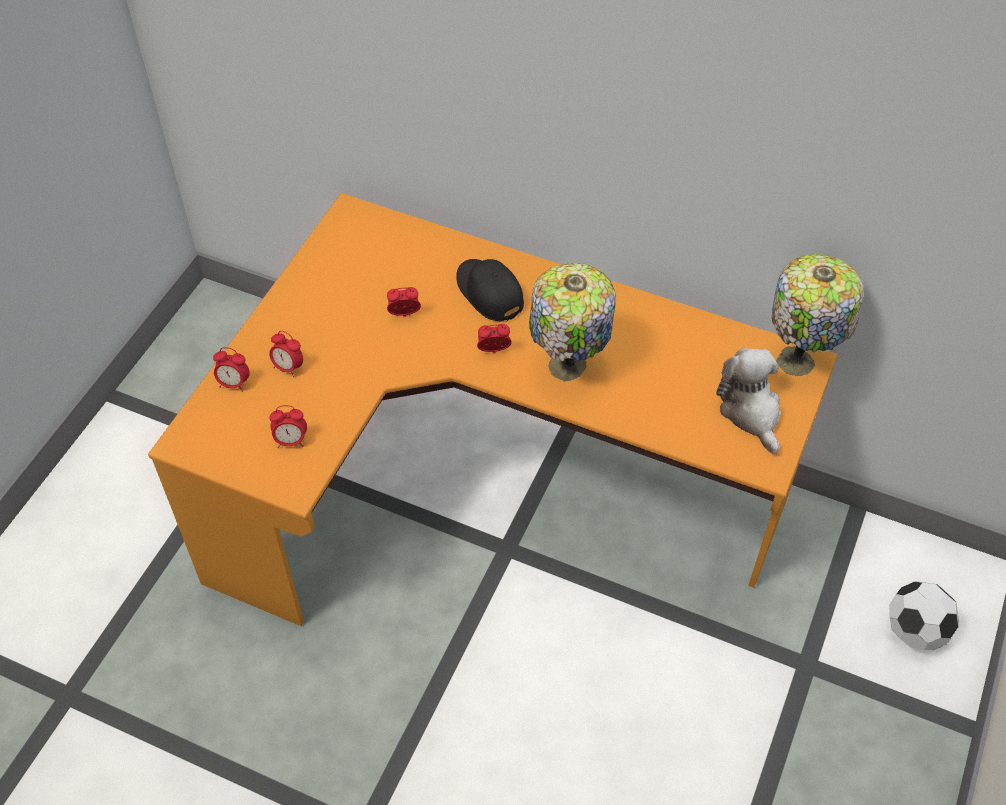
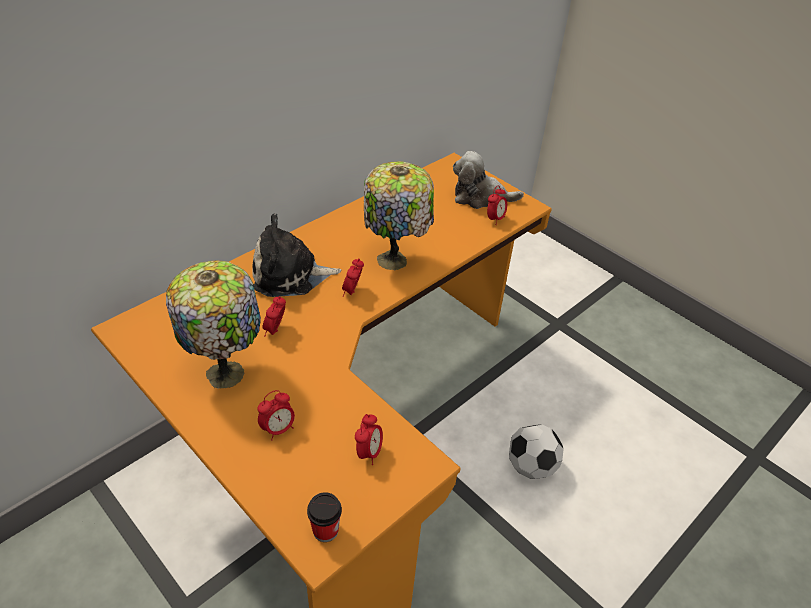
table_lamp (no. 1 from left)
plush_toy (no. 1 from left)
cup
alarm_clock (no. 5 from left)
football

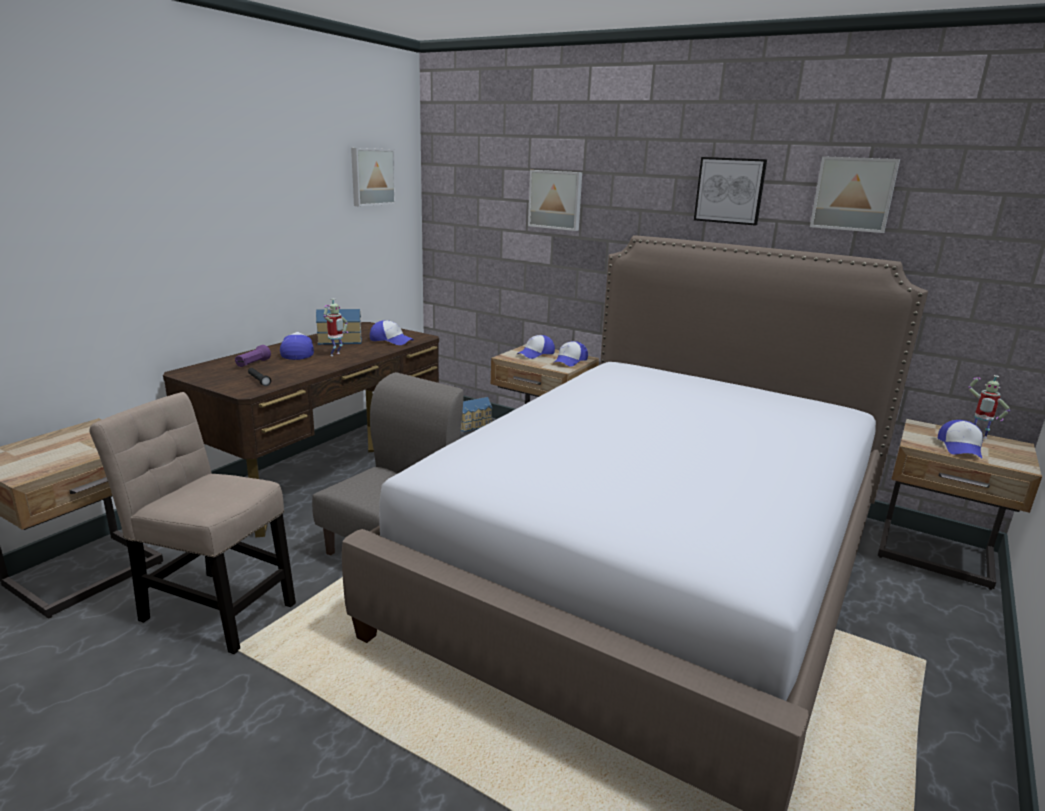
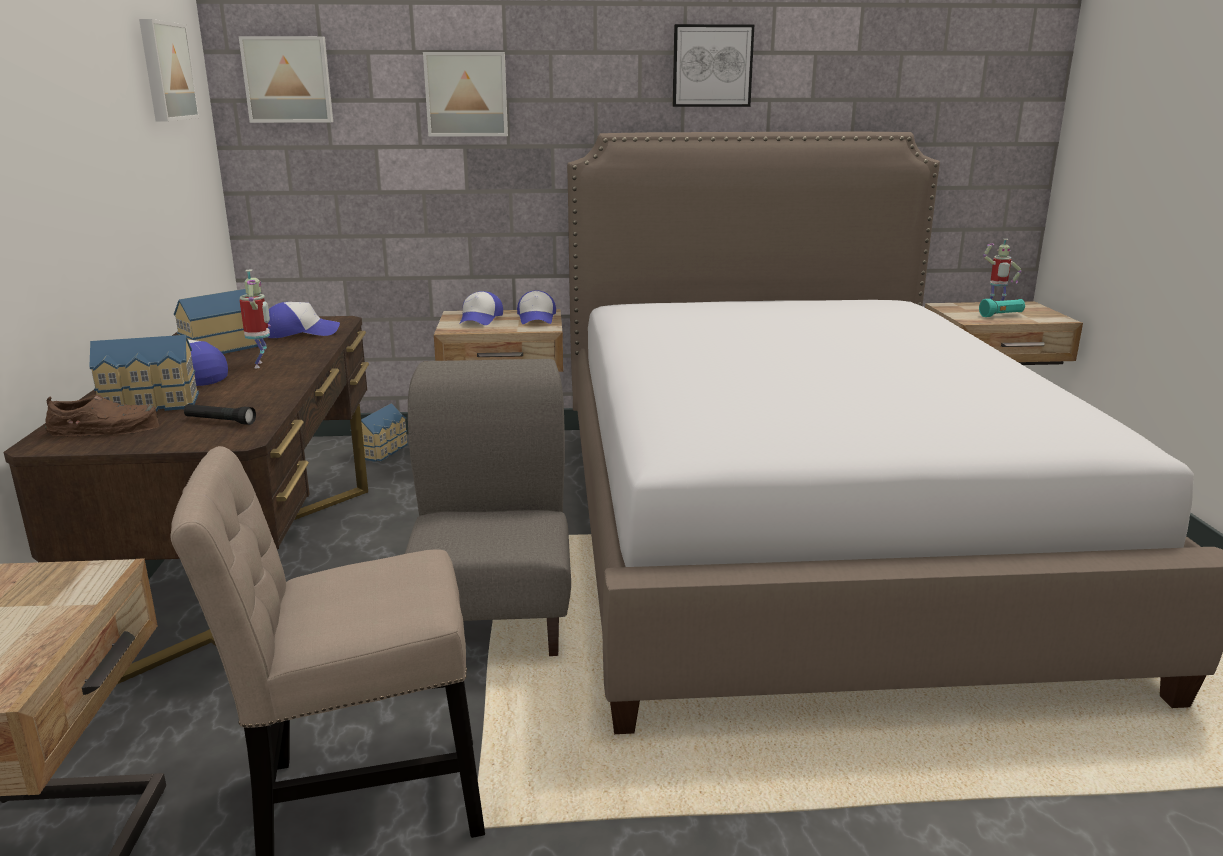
brown_shoe
toy_house (no. 1 from left)
picture (no. 2 from left)
turquoise_flashlight

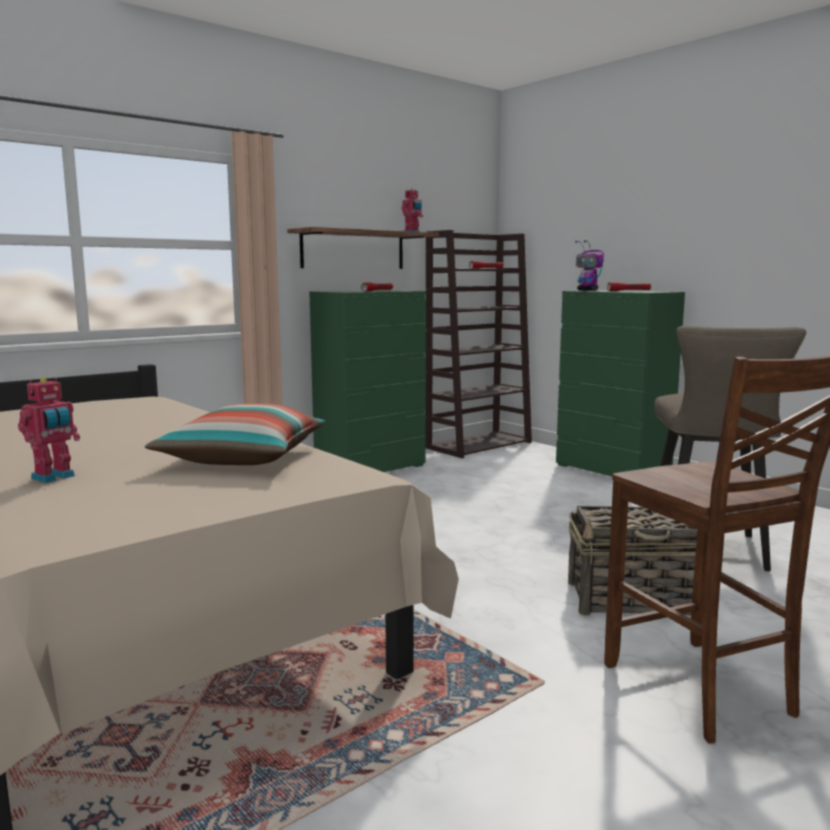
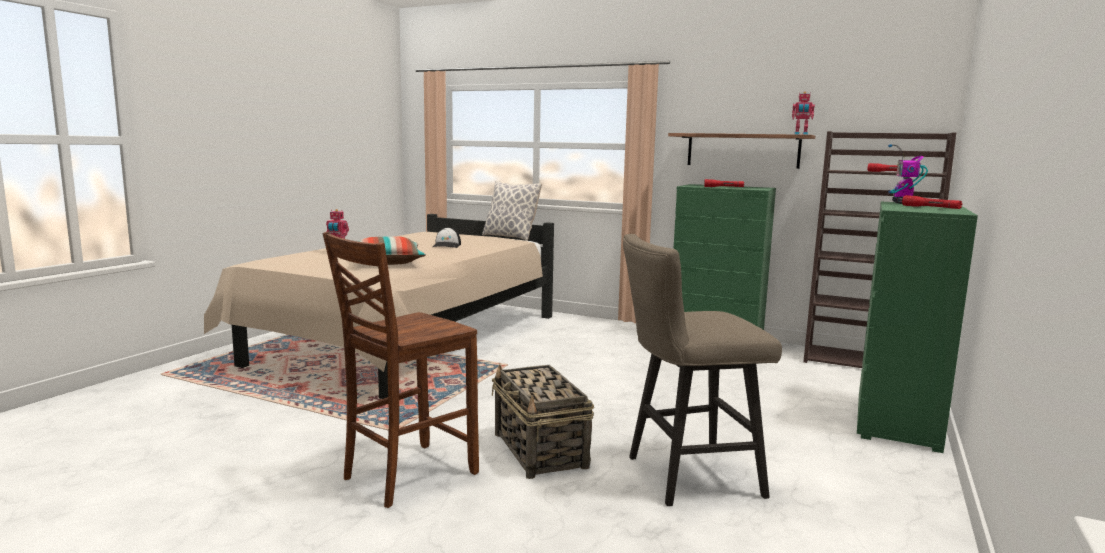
cap
pillow (no. 2 from left)

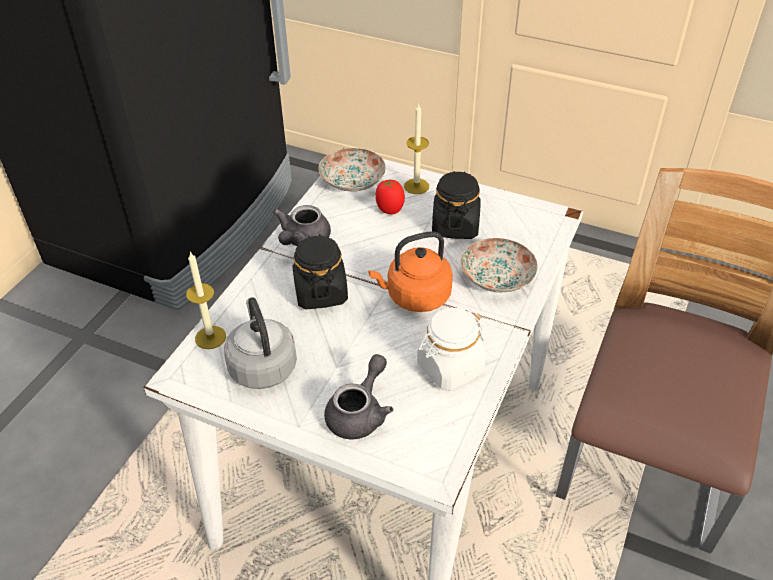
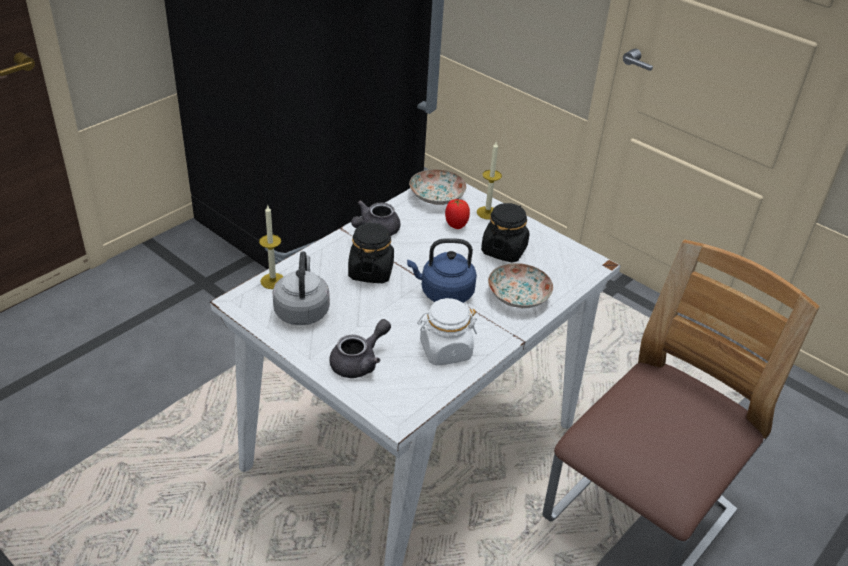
blue_kettle

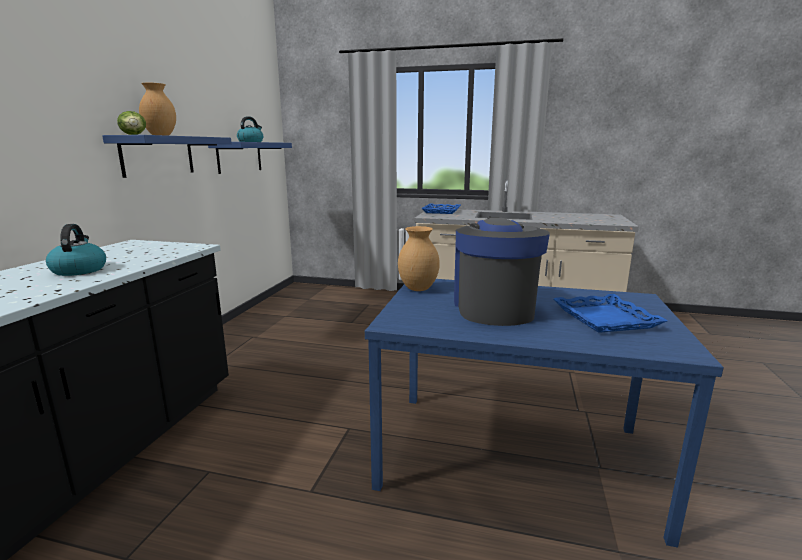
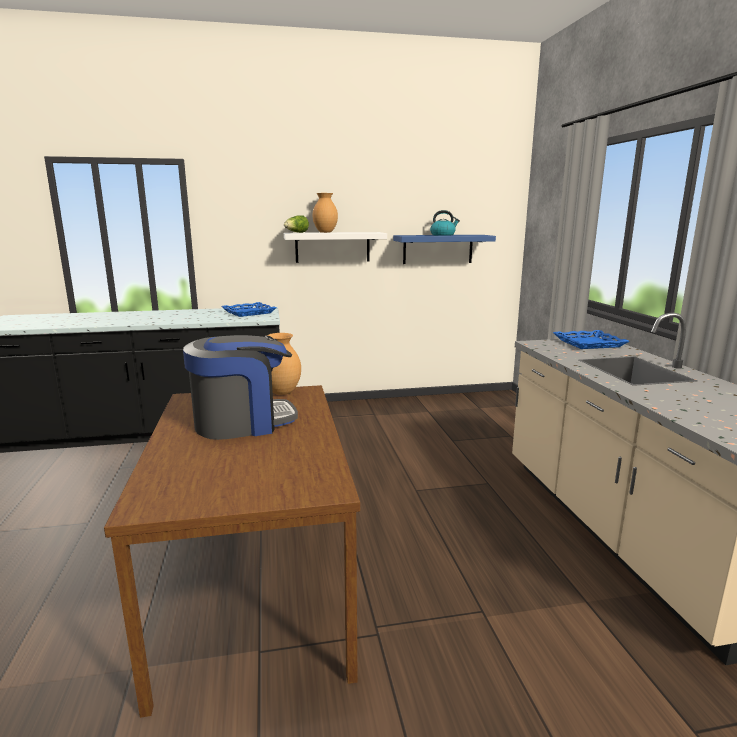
brown_dining_table
blue_tray (no. 1 from left)
white_shelf
kettle (no. 1 from left in the first image)

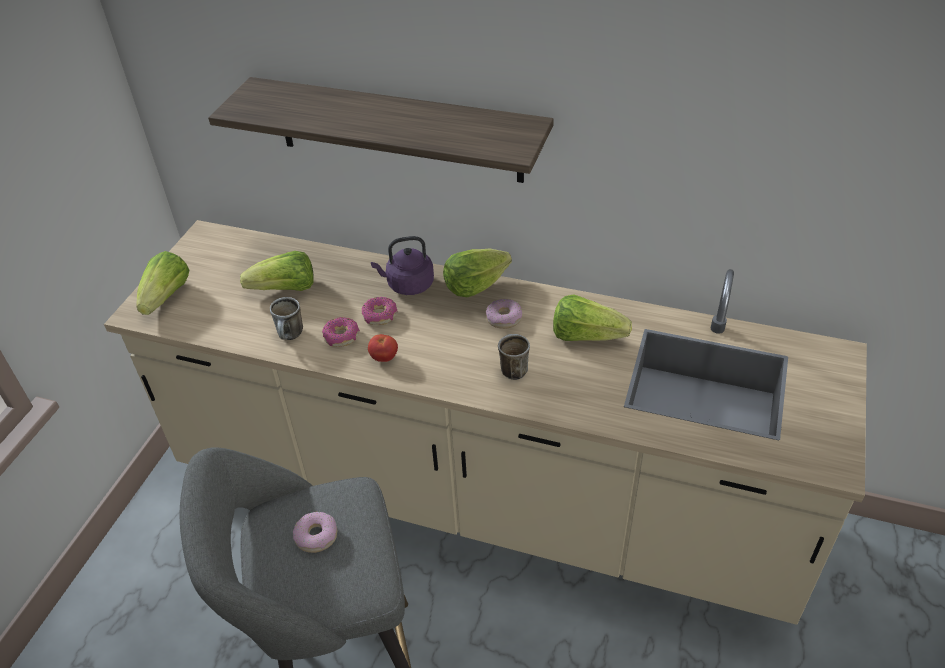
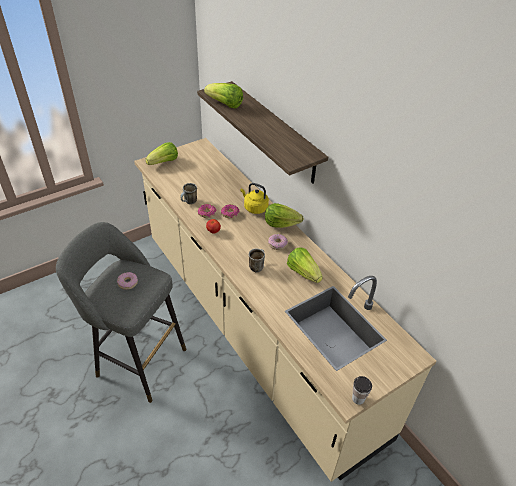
lettuce (no. 2 from left)
yellow_kettle
cup

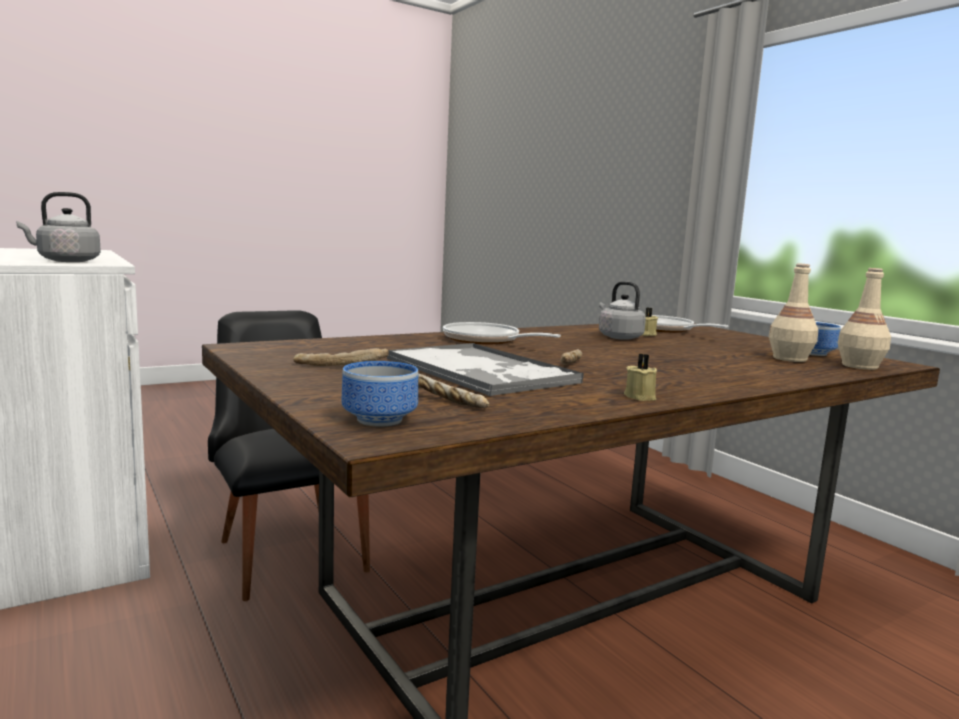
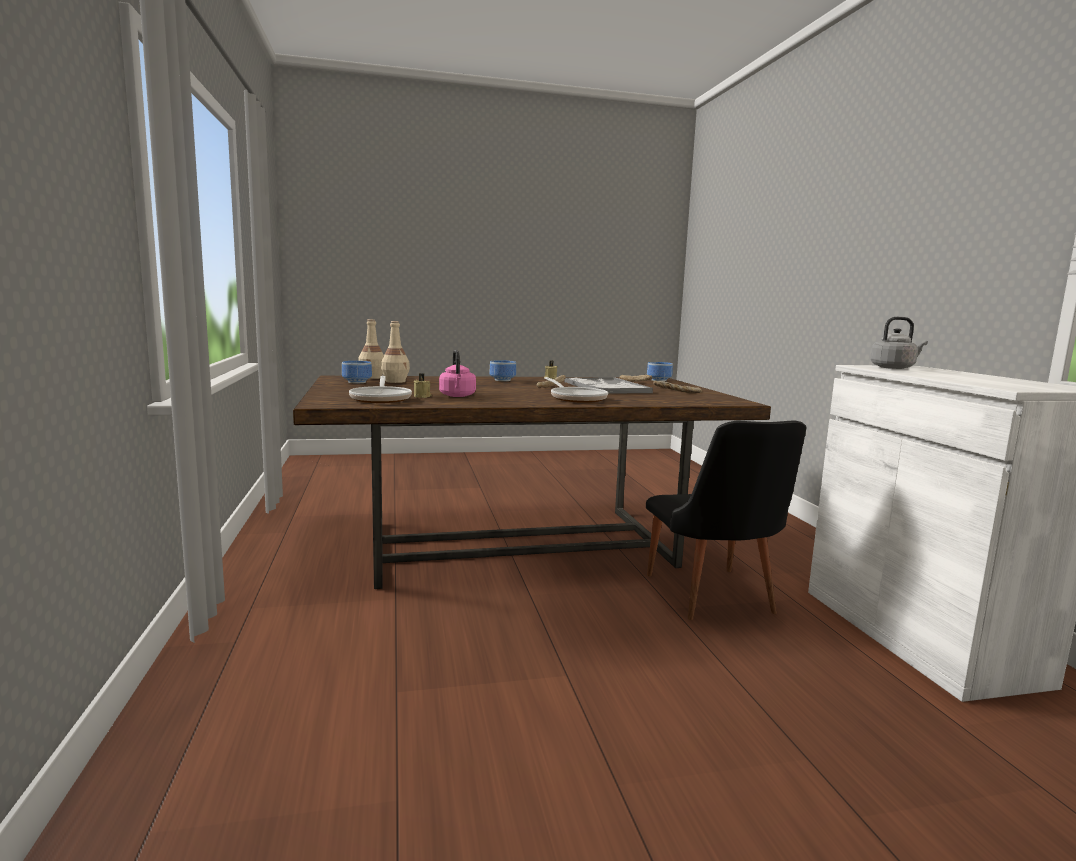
pink_kettle
bowl (no. 2 from left)

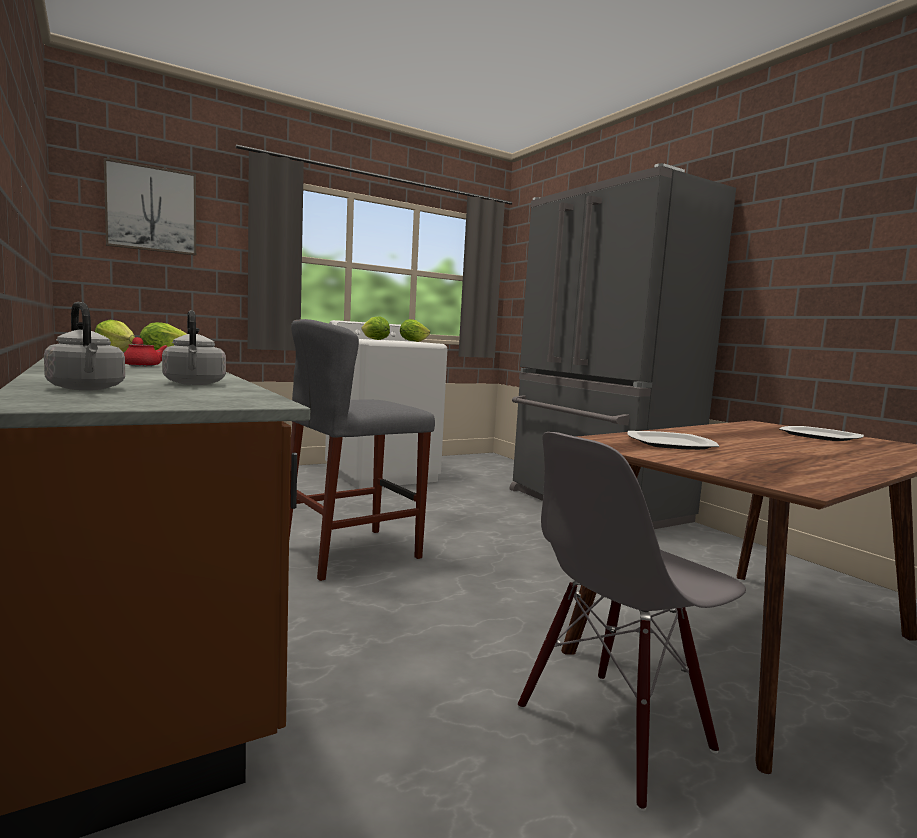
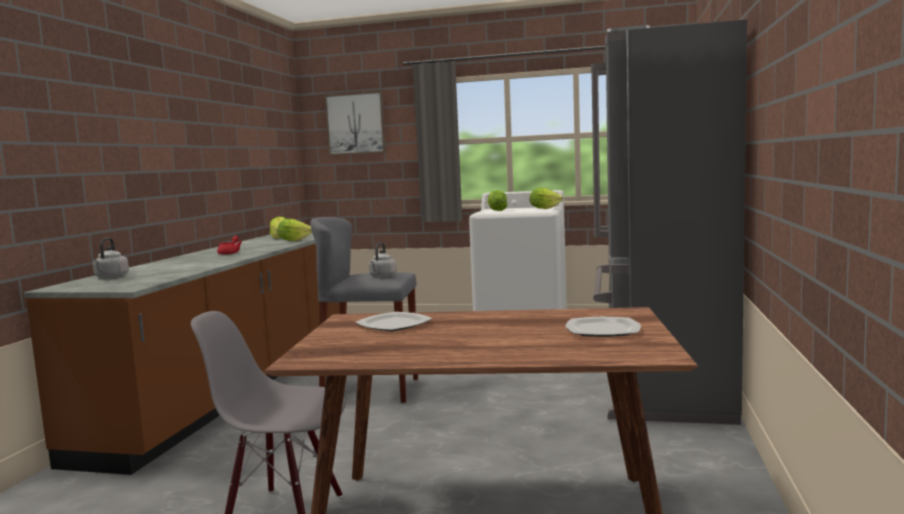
grey_kettle (no. 2 from left)

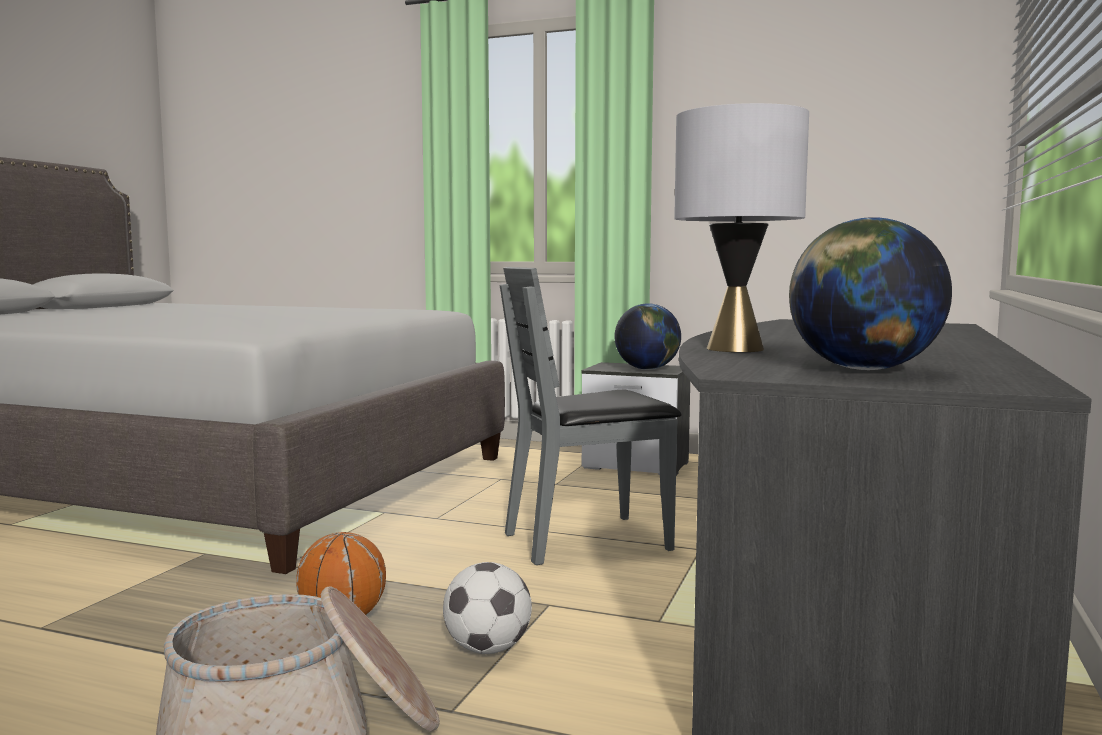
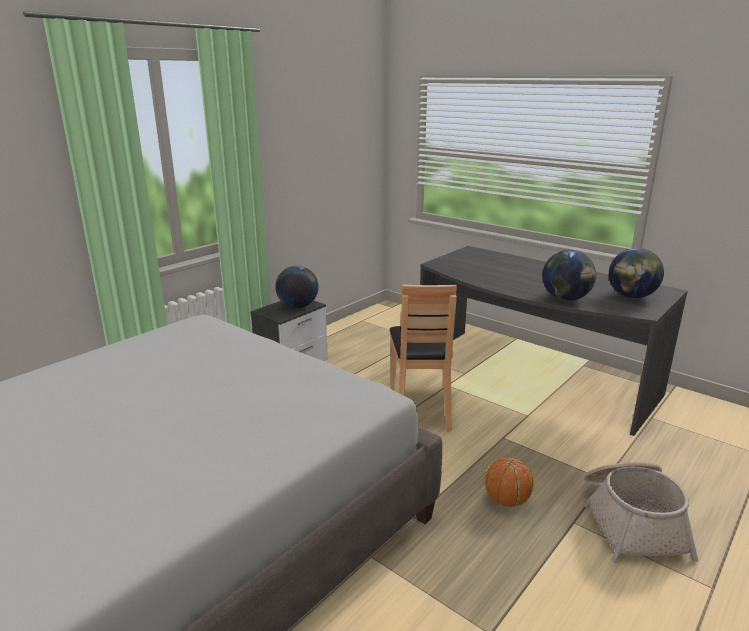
brown_chair
globe (no. 2 from left)
football

